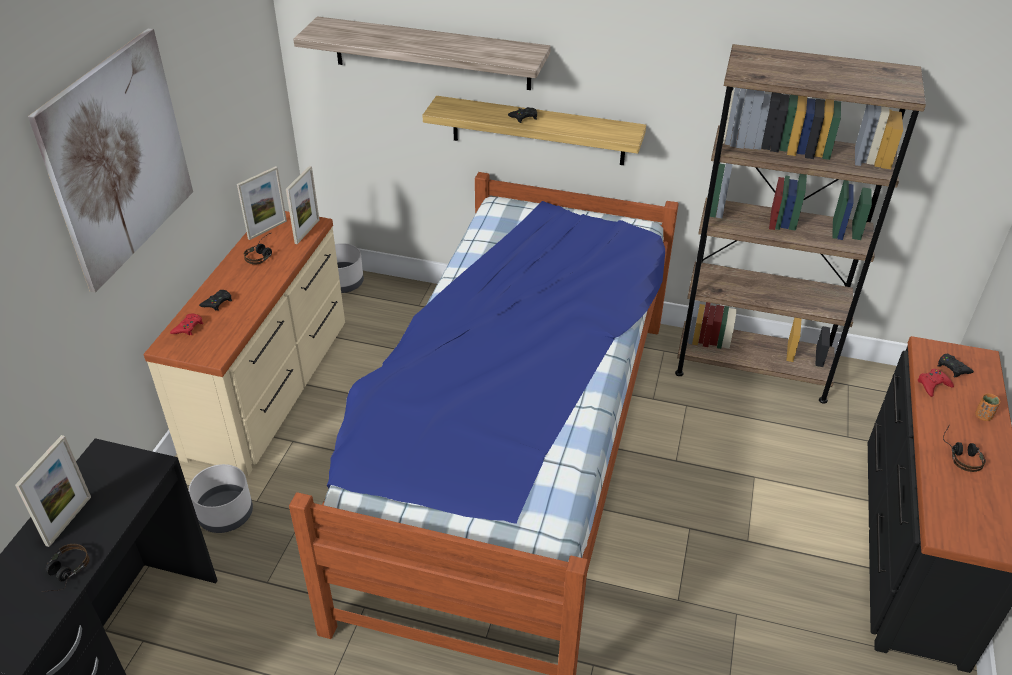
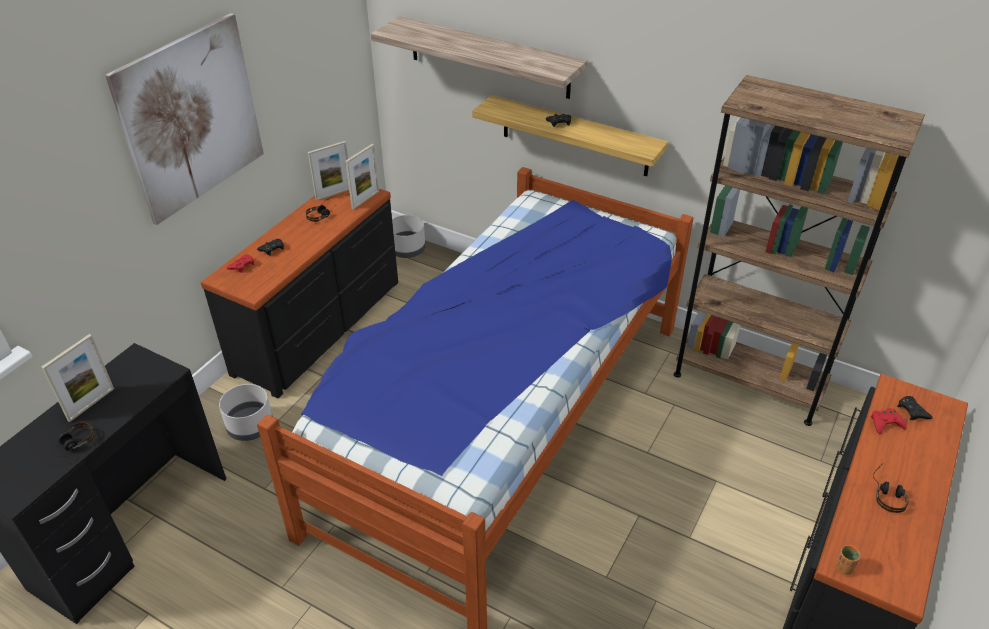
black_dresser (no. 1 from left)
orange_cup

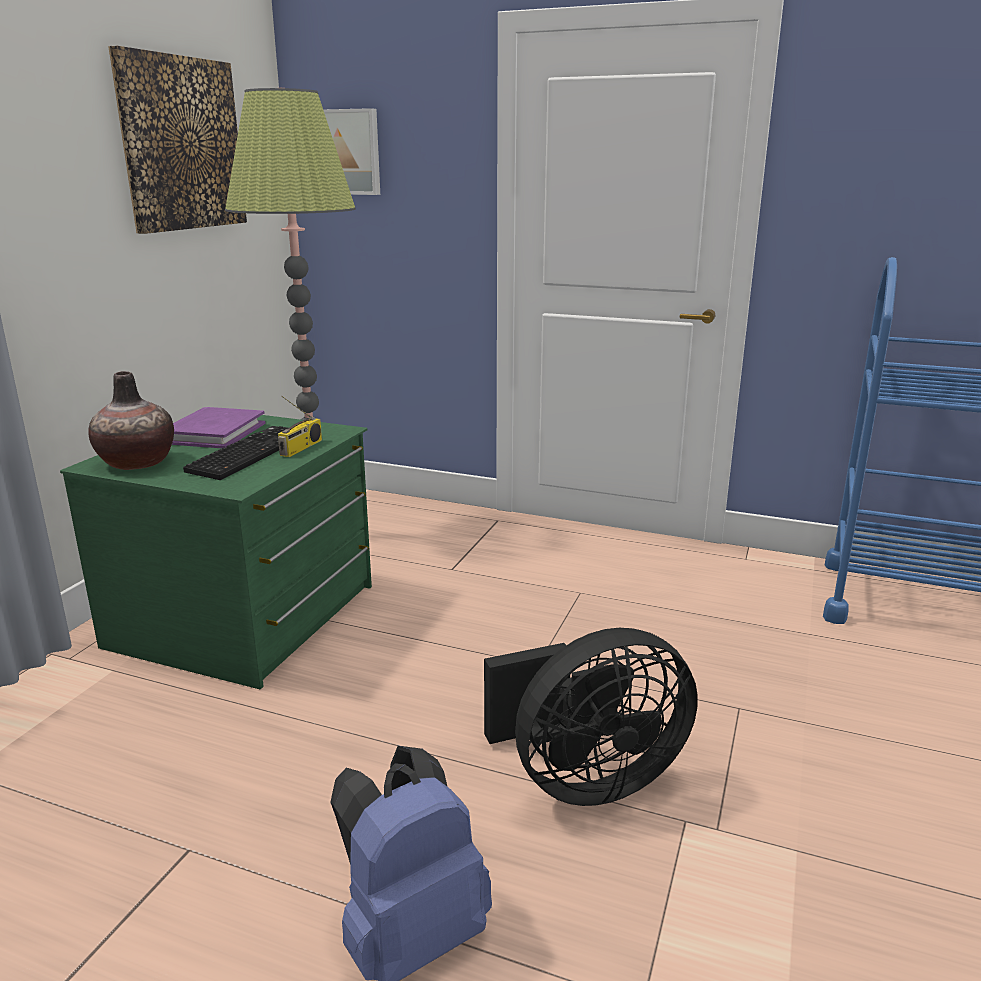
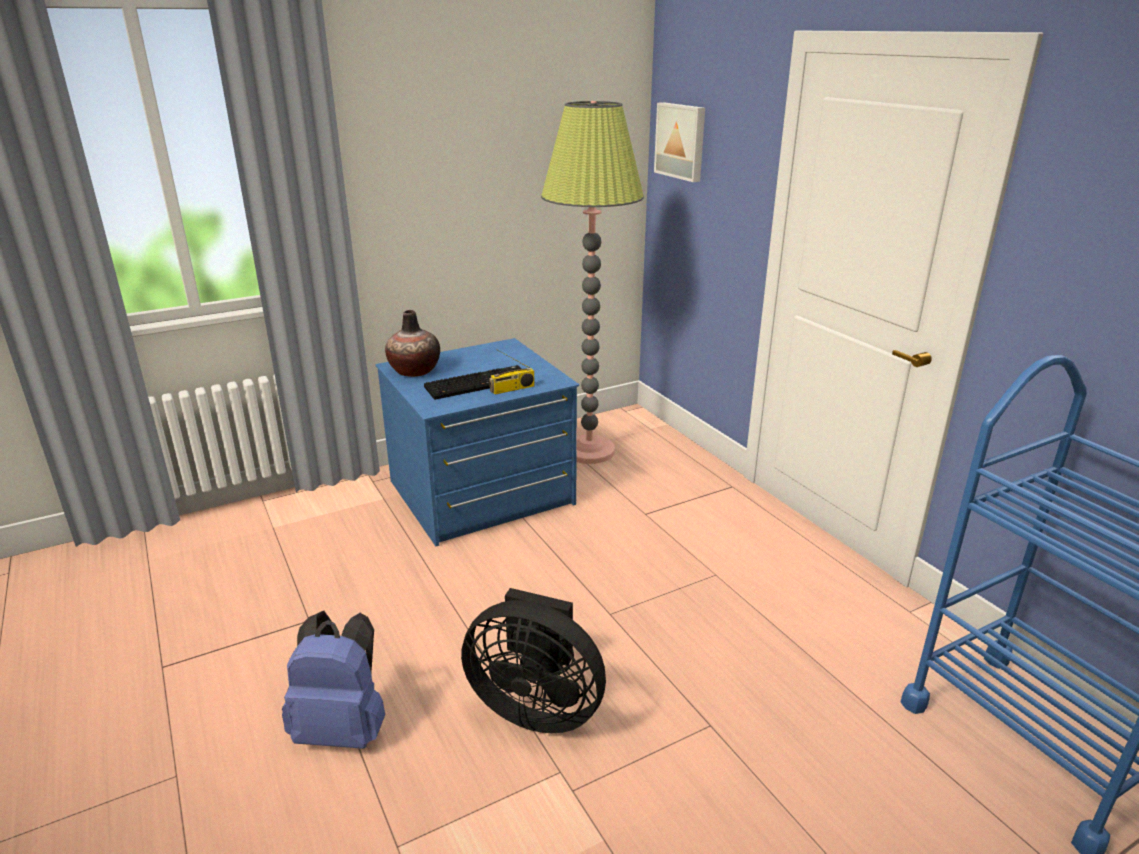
blue_dresser
picture (no. 1 from left in the first image)
purple_book

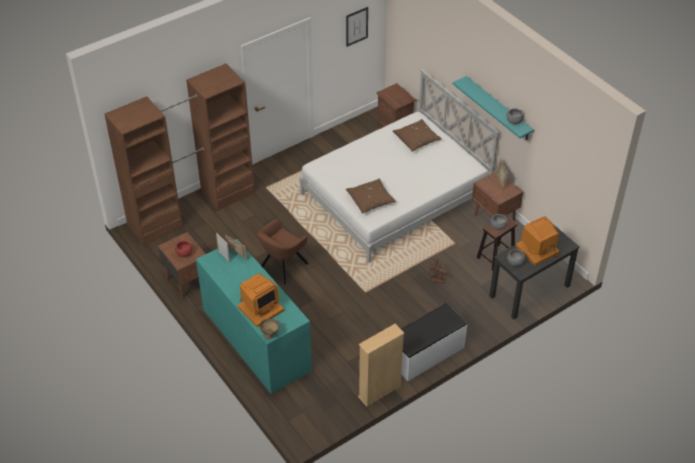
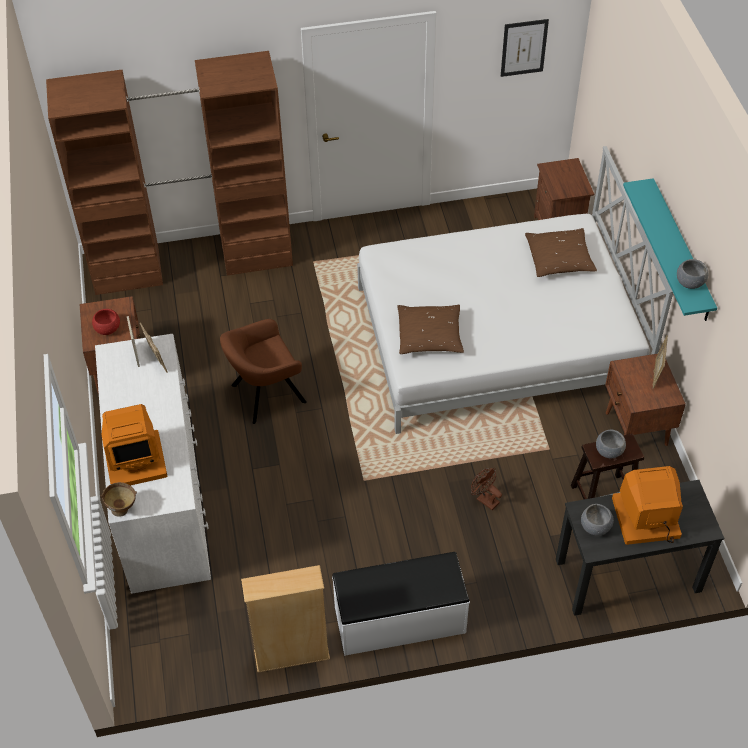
white_dresser

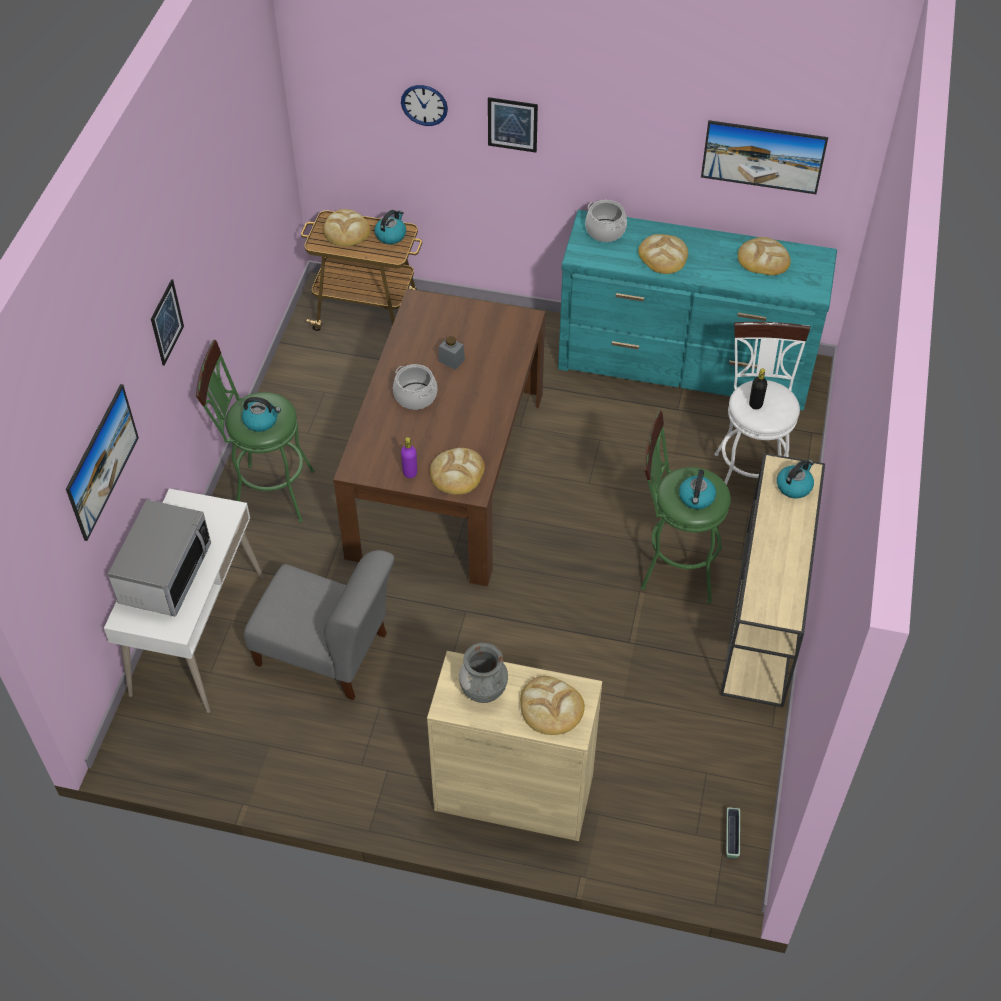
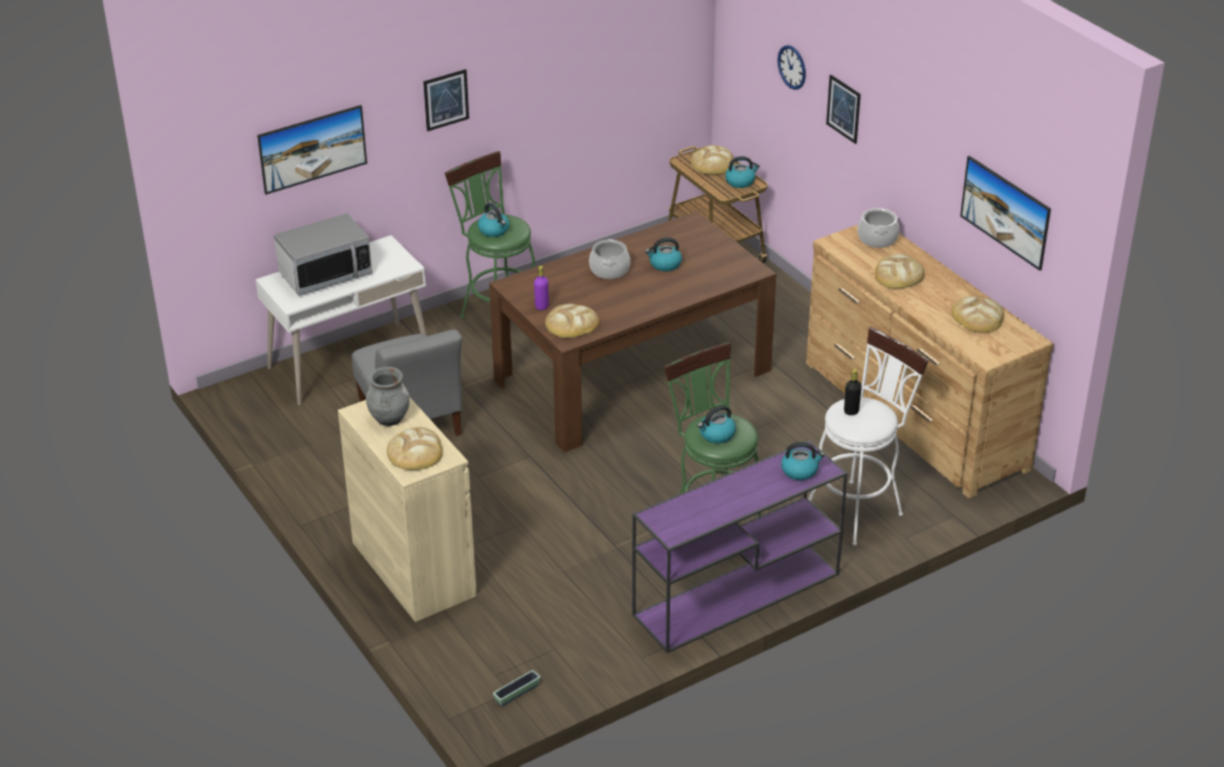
purple_console_table
kettle (no. 2 from left)
brown_dresser

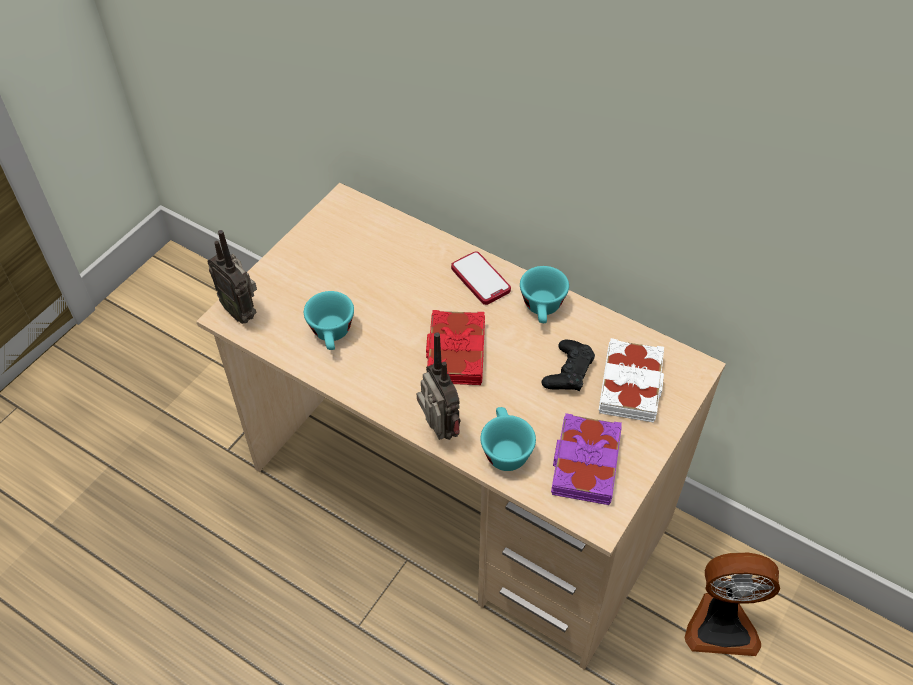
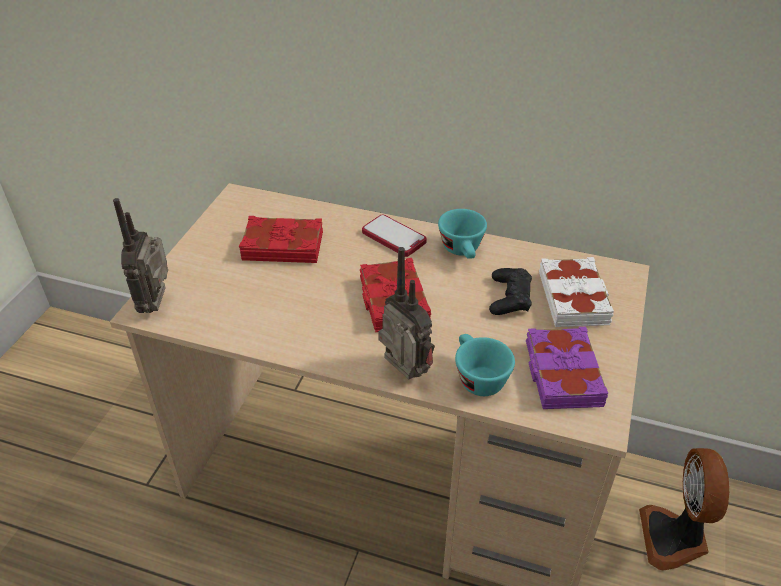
radio (no. 1 from left)
red_book (no. 1 from left)
fan
turquoise_cup (no. 1 from left in the first image)

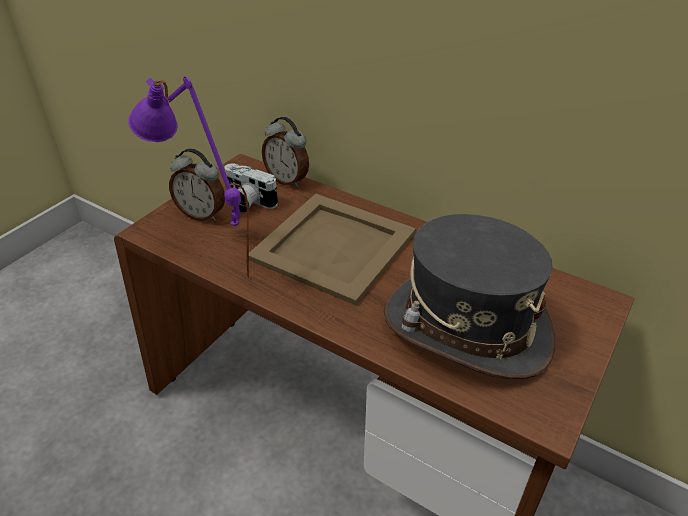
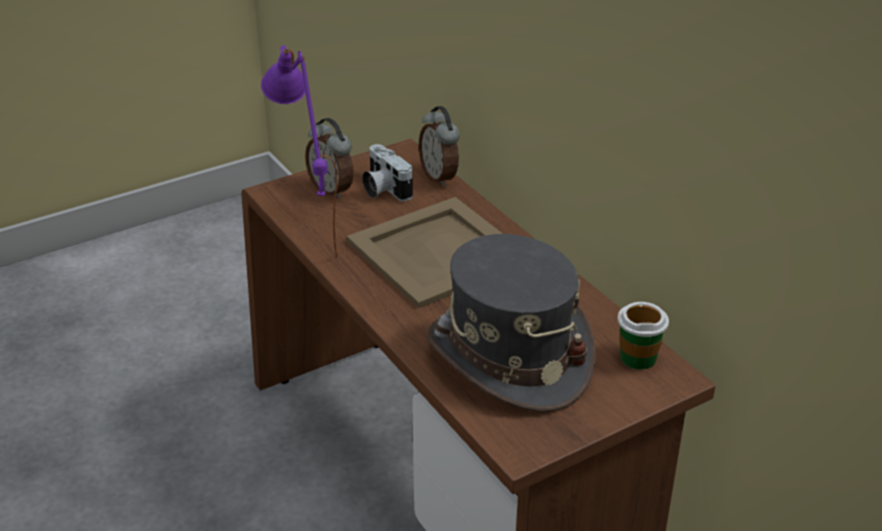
cup

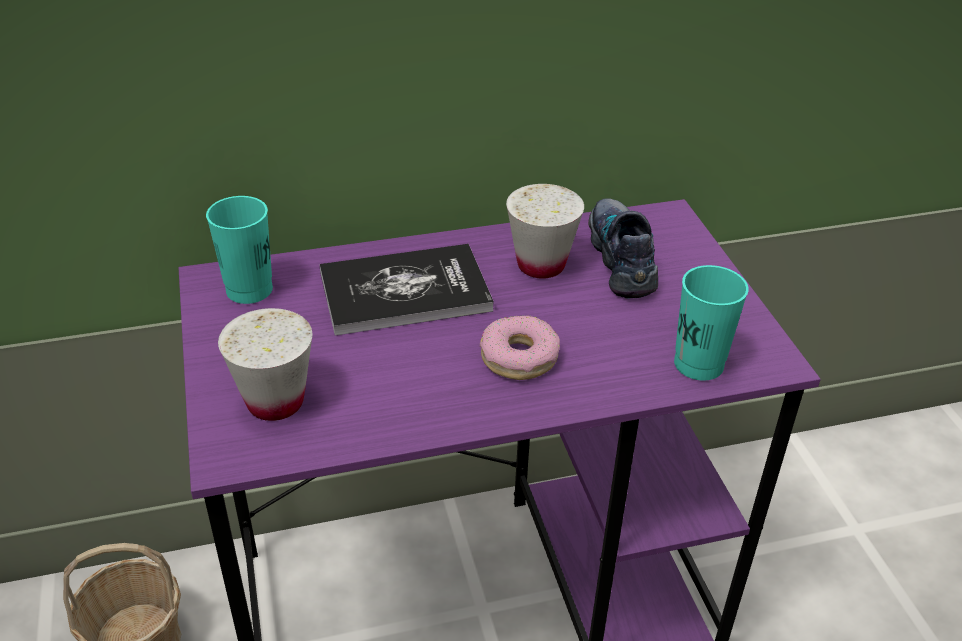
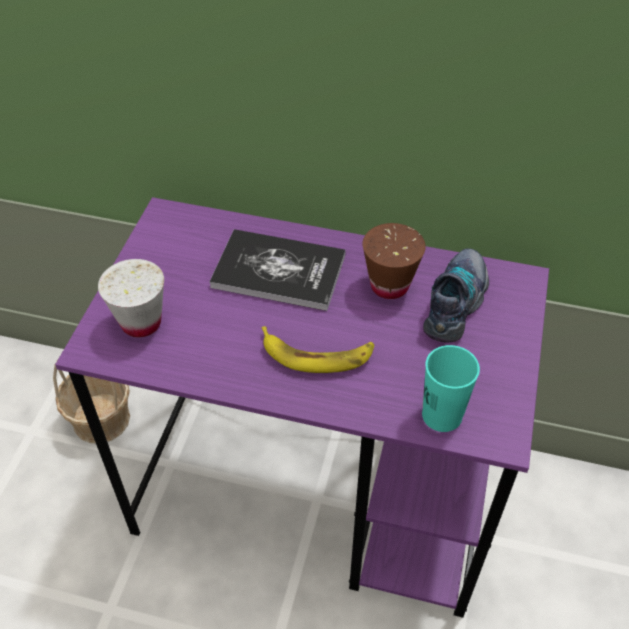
banana
brown_cup
turquoise_cup (no. 1 from left in the first image)

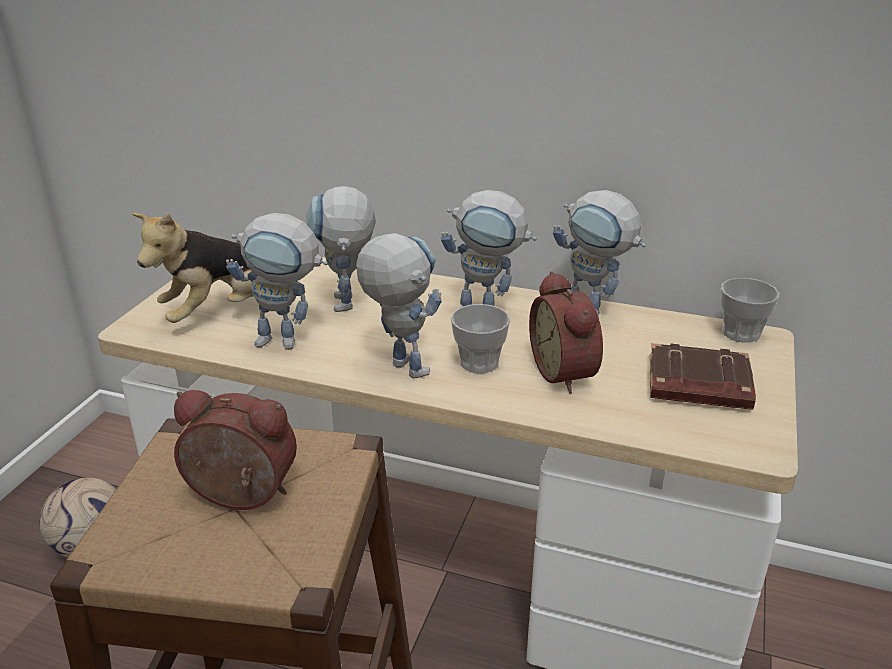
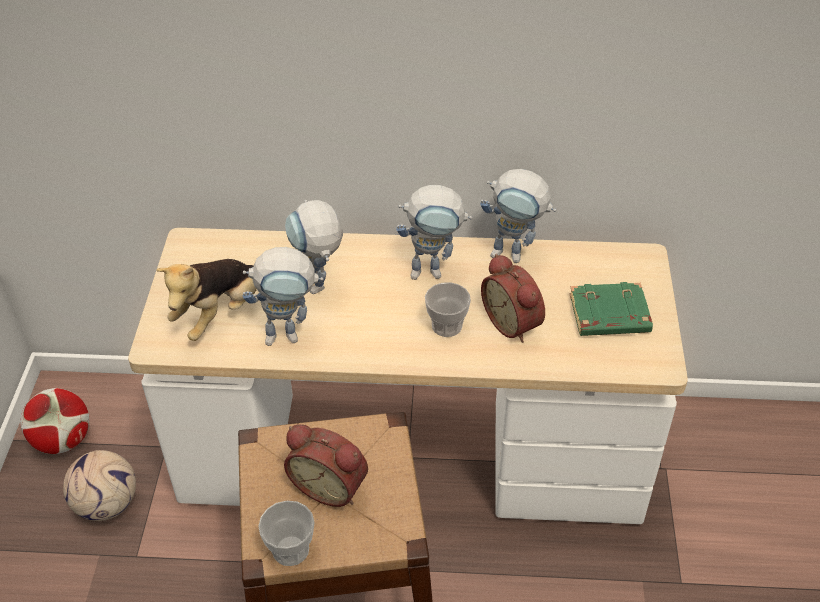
football (no. 1 from left)
cup (no. 1 from left)
alarm_clock (no. 1 from left)
green_book
toy_robot (no. 3 from left in the first image)

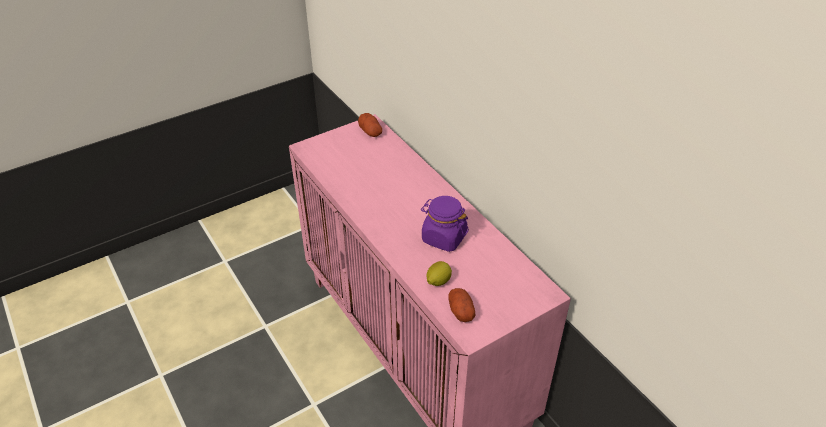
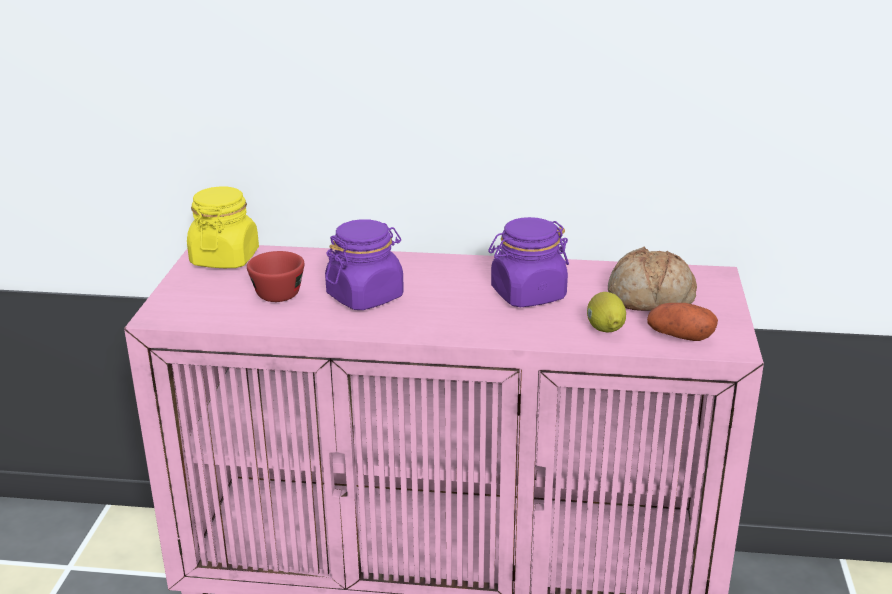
yellow_jar
red_cup
purple_jar (no. 1 from left)
bread

